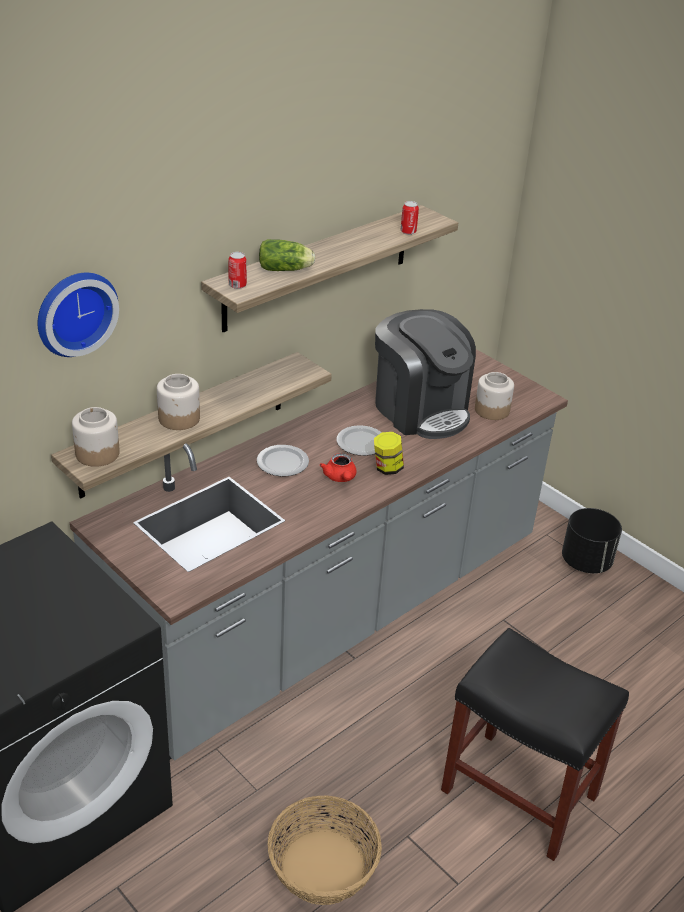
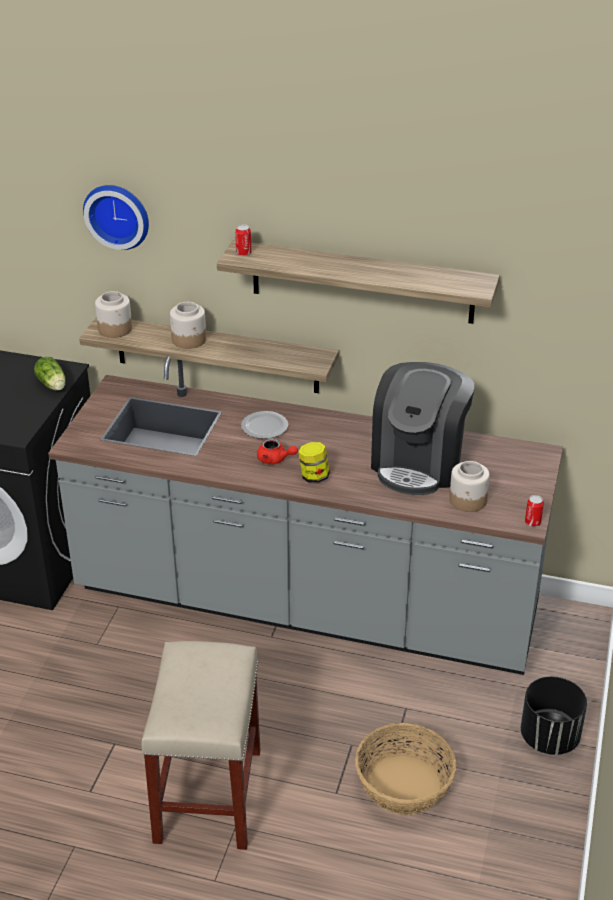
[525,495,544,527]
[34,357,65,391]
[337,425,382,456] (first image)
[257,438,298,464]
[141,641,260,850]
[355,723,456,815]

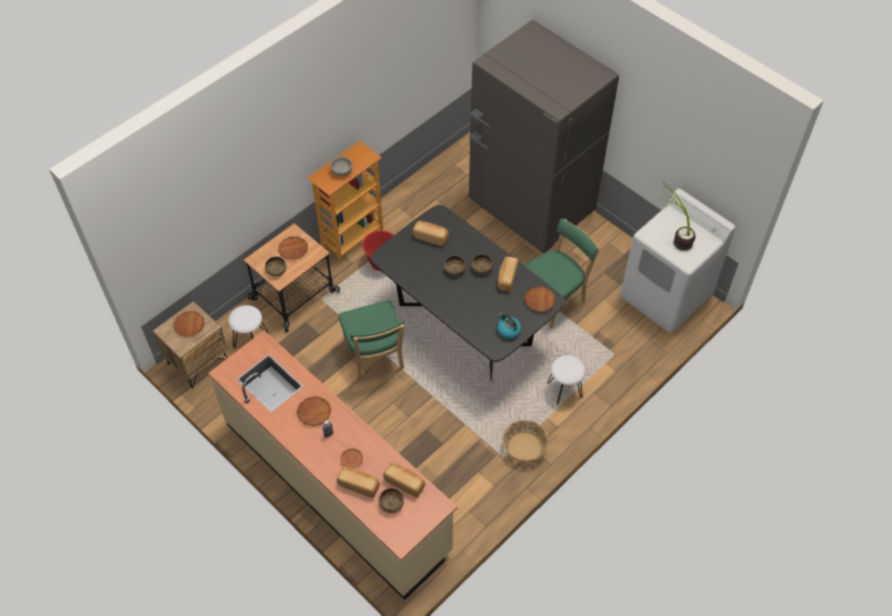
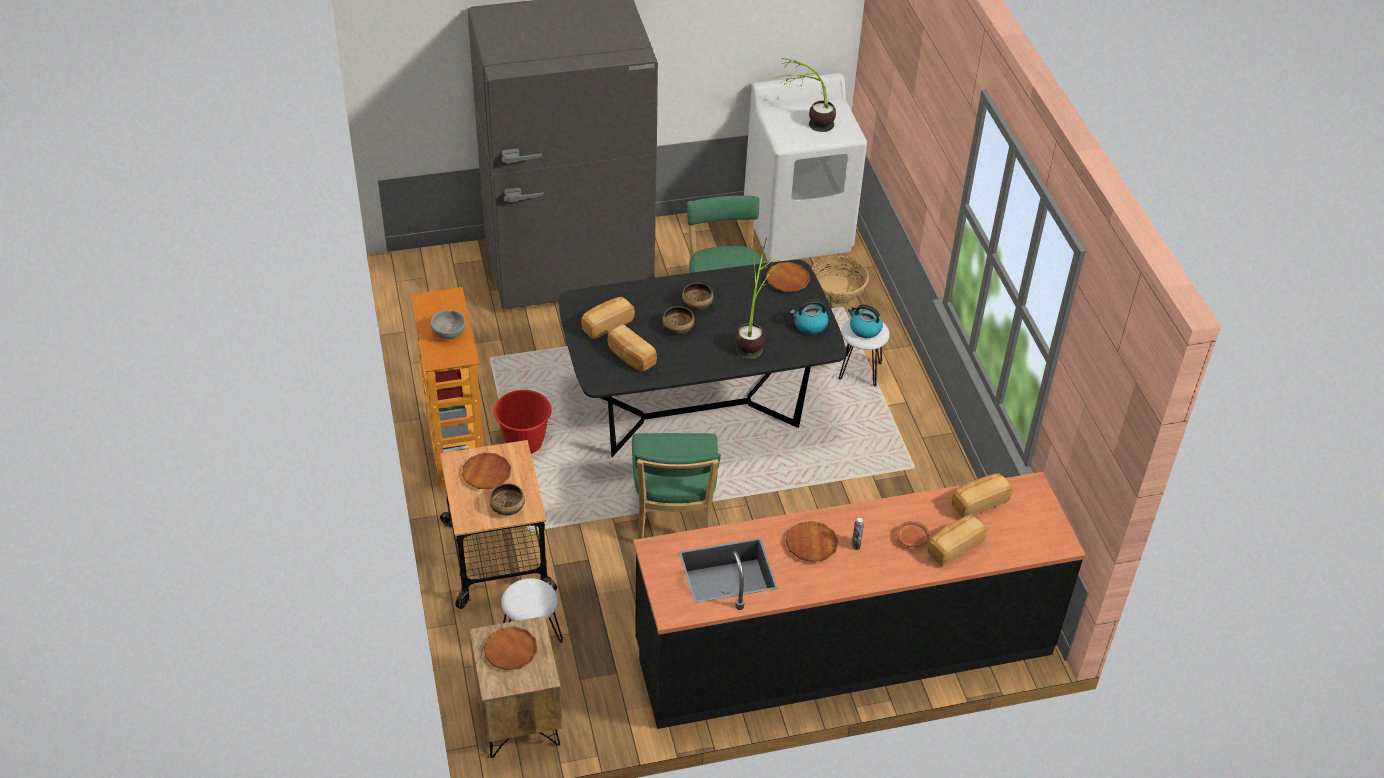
[607,324,657,372]
[632,433,721,539]
[633,472,1086,729]
[811,255,869,305]
[379,488,404,513] (first image)
[735,238,781,359]
[848,305,883,338]

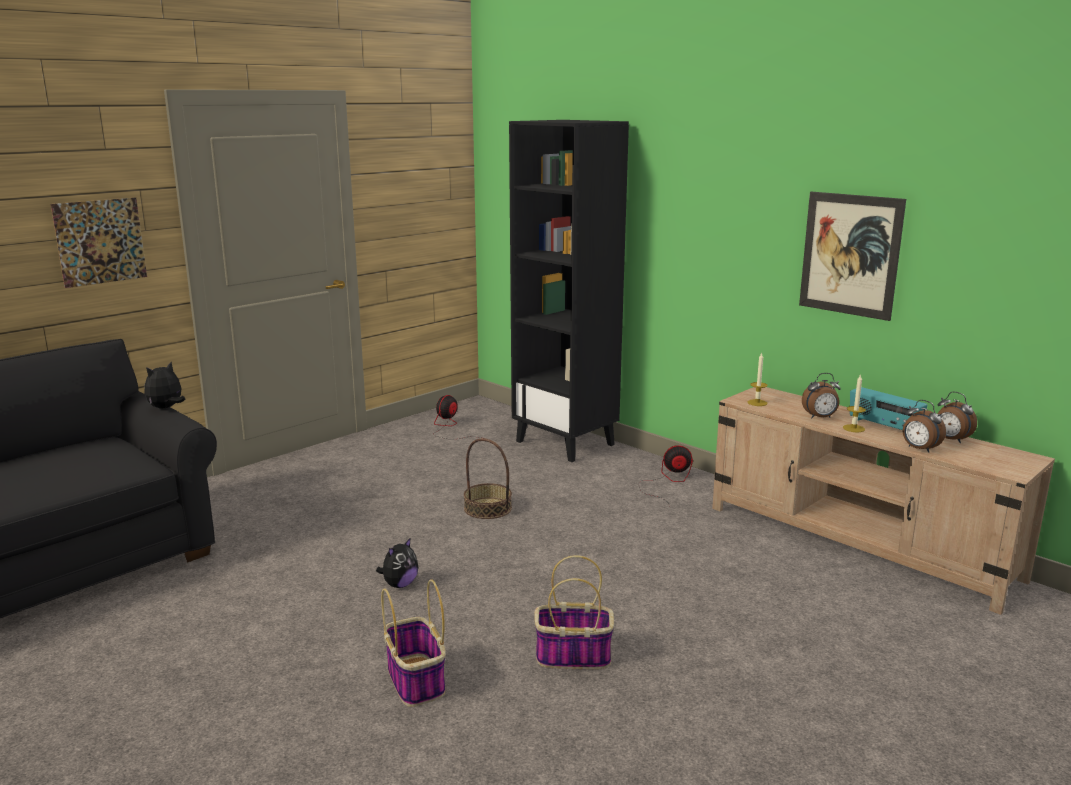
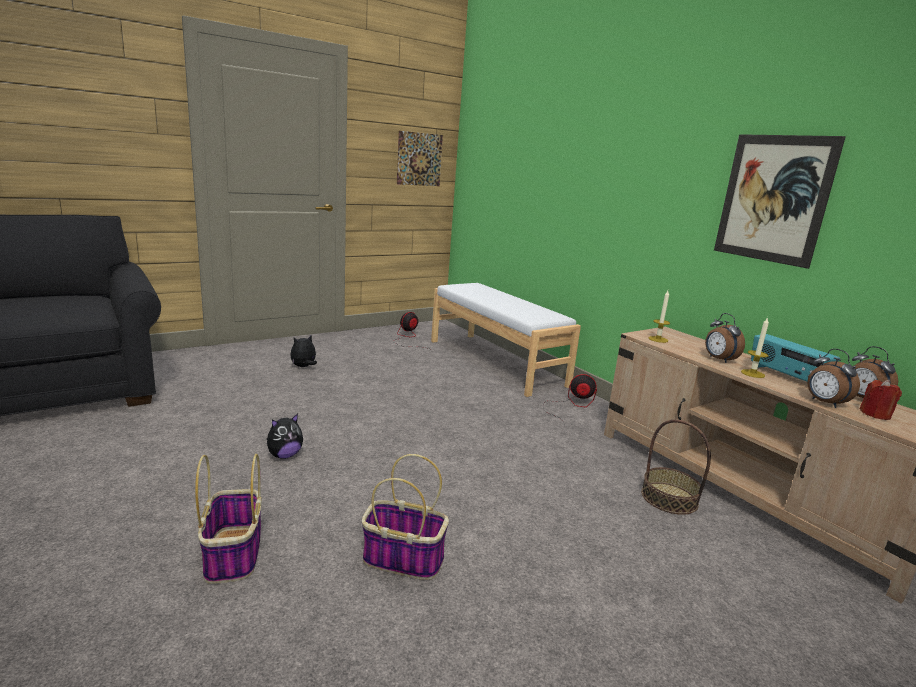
[431,283,581,397]
[397,131,443,186]
[290,335,317,367]
[705,313,745,363]
[641,419,711,515]
[860,380,902,420]

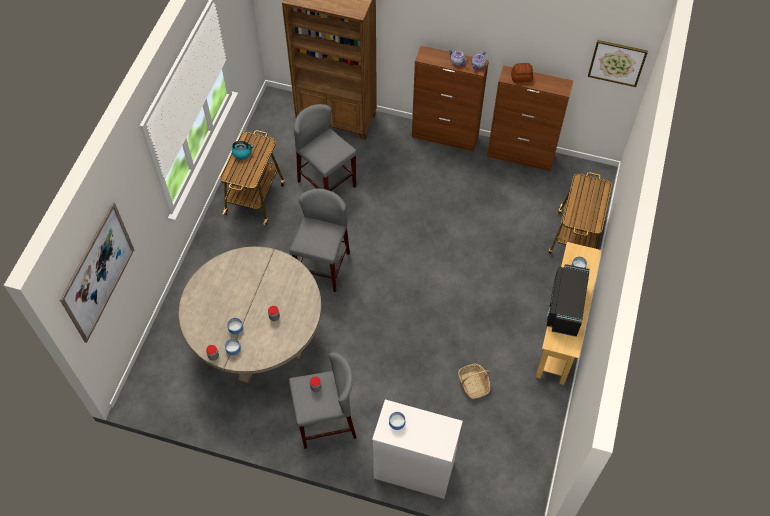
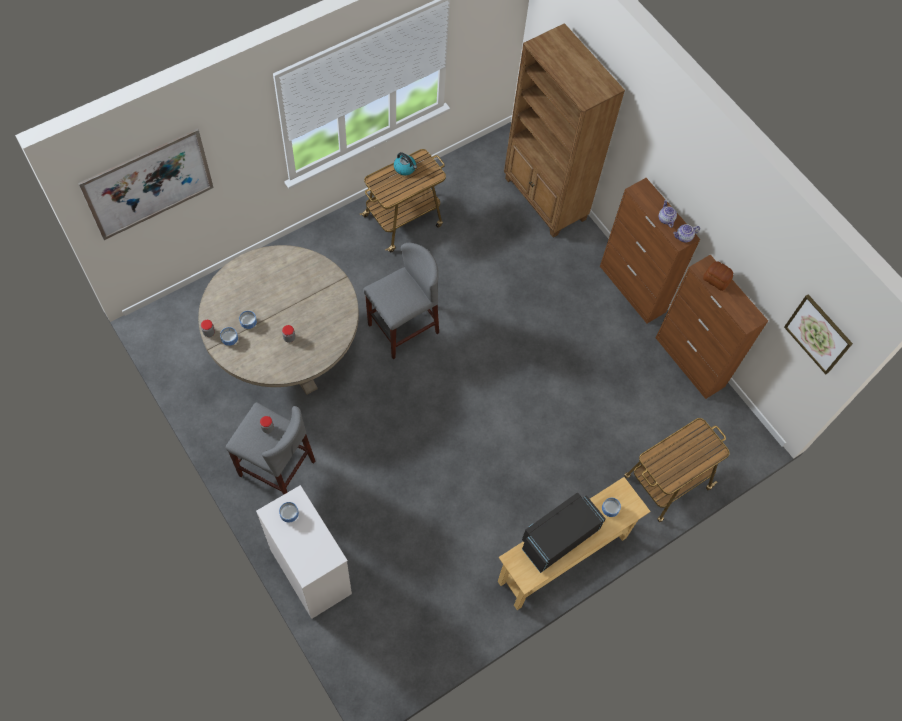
[294,104,357,191] (first image)
[458,364,490,399] (first image)

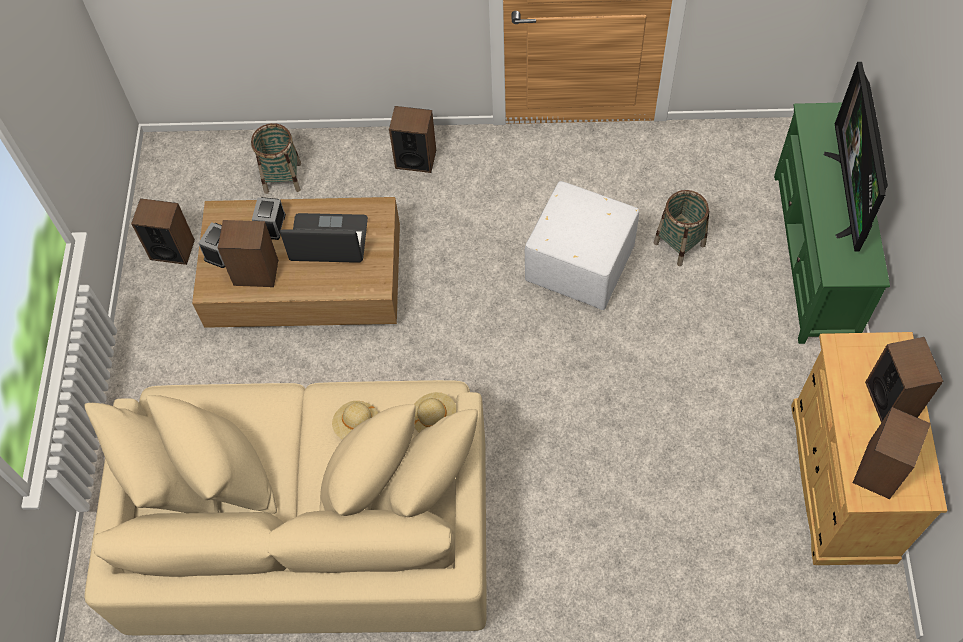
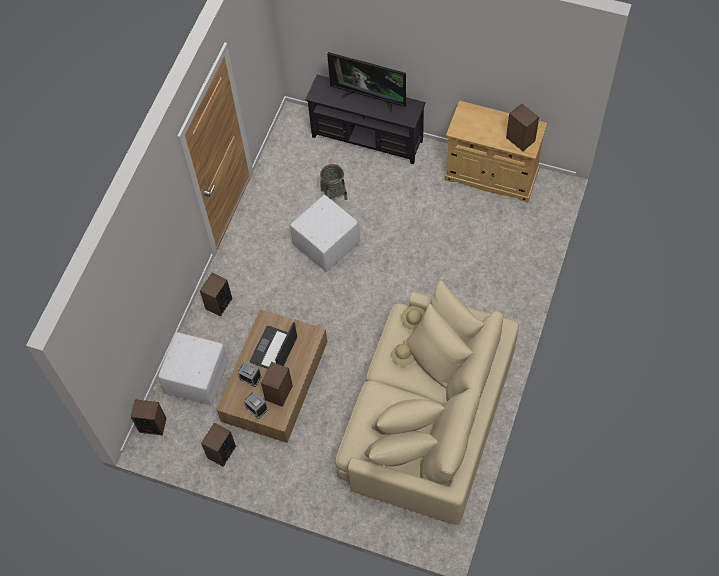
[305,74,426,165]
[158,332,229,405]
[131,399,166,435]

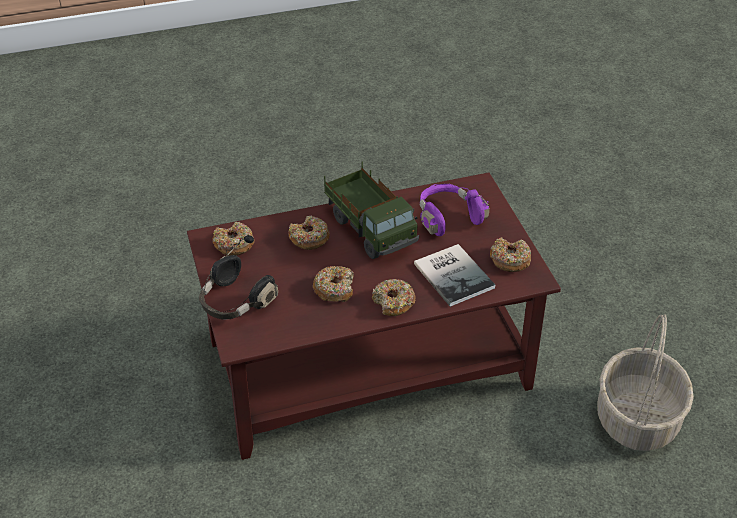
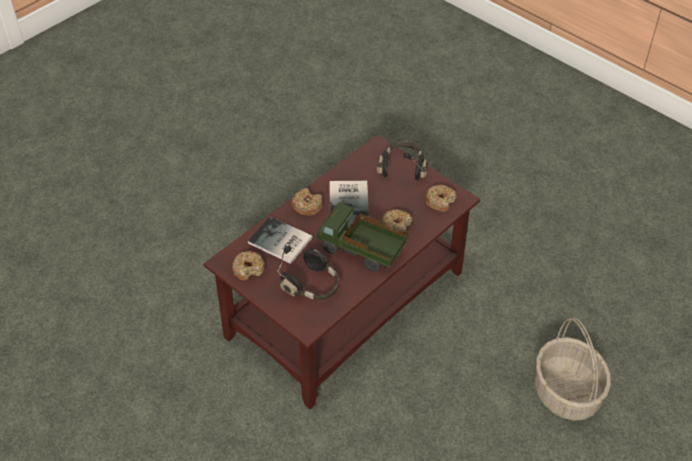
[277,246,340,300]
[329,181,369,218]
[535,318,611,421]

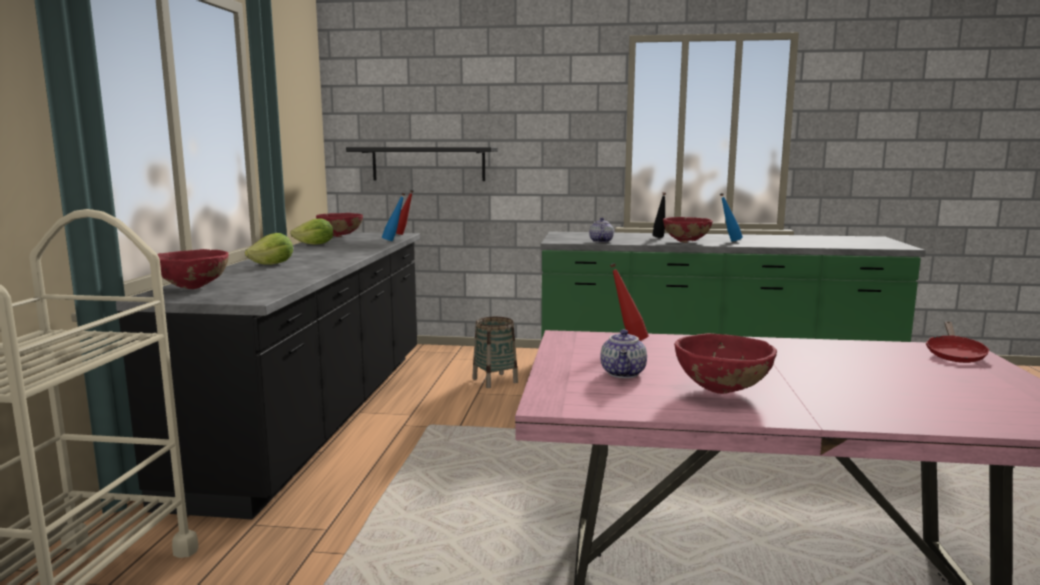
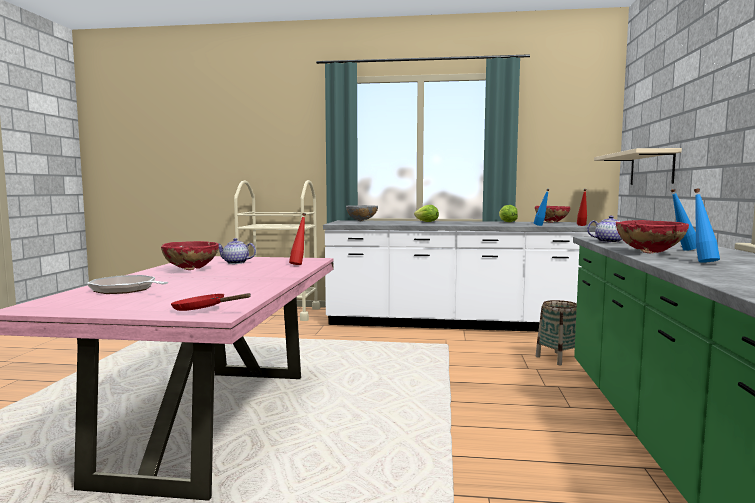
[594,148,682,185]
[670,189,696,251]
[323,220,596,332]
[346,205,378,221]
[87,275,169,294]

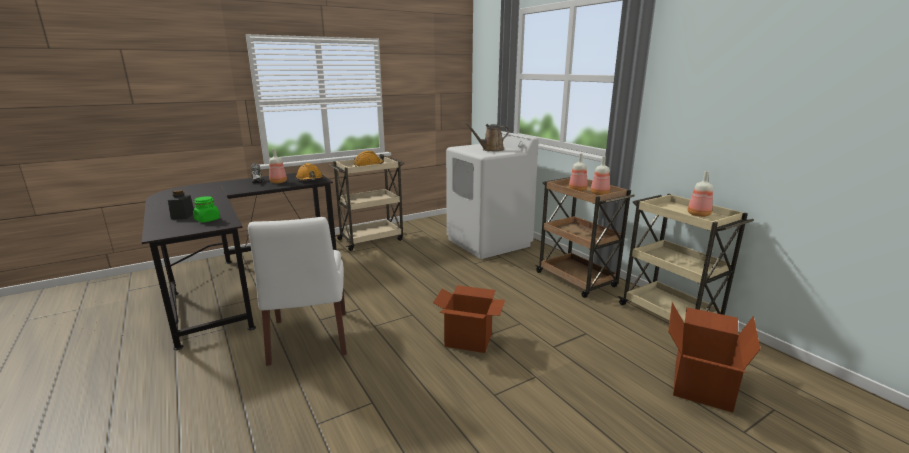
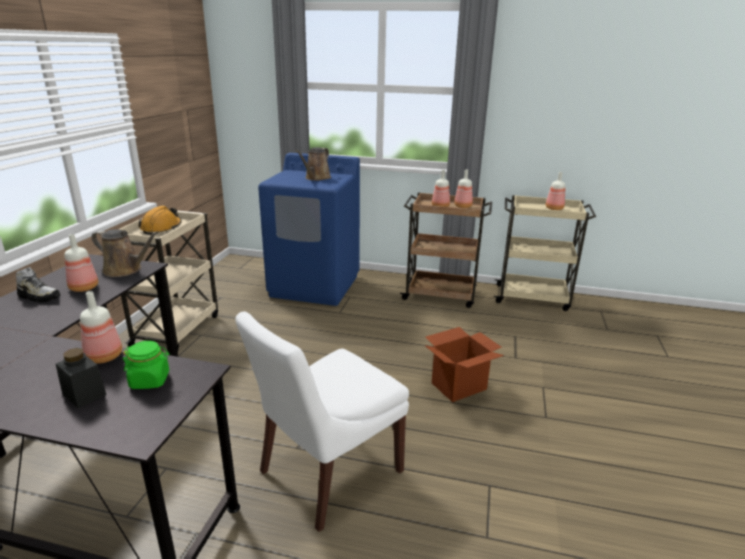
[258,153,360,306]
[91,229,159,277]
[235,311,409,532]
[668,302,761,413] (first image)
[80,291,122,364]

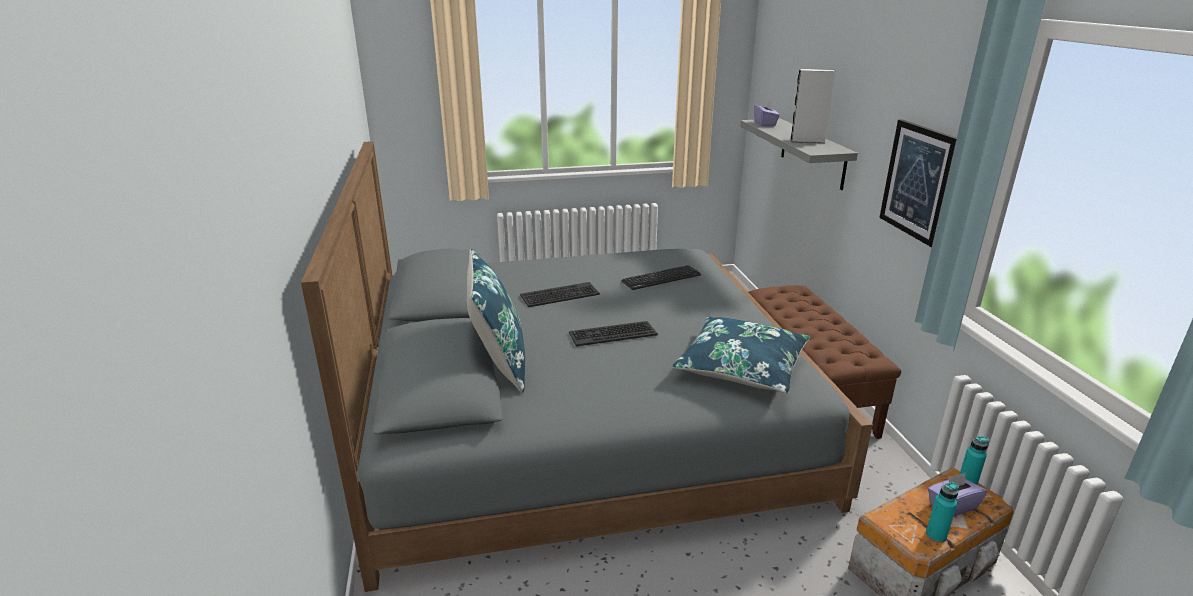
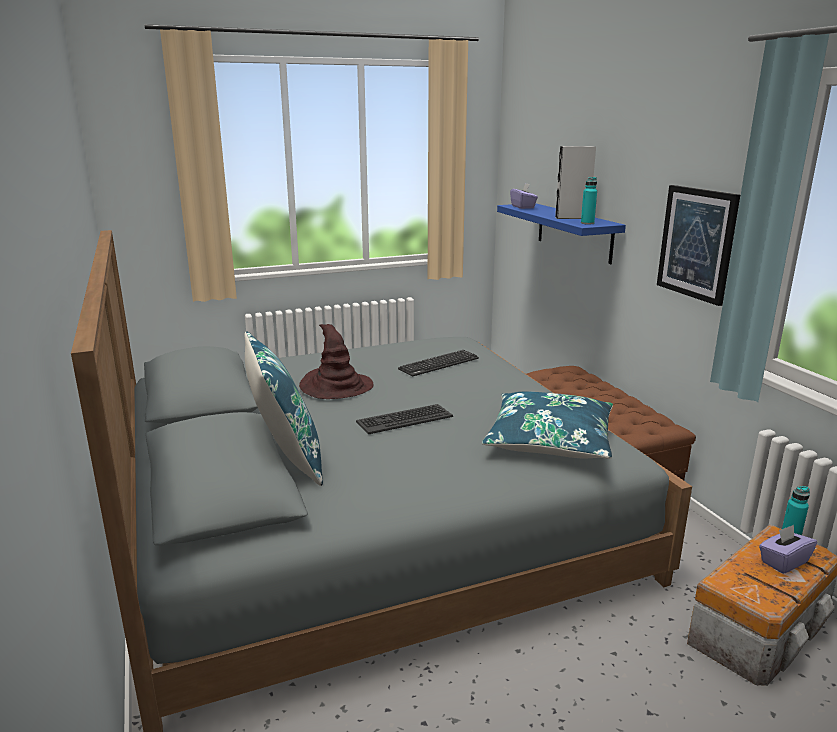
[497,204,626,264]
[299,324,373,399]
[581,177,597,225]

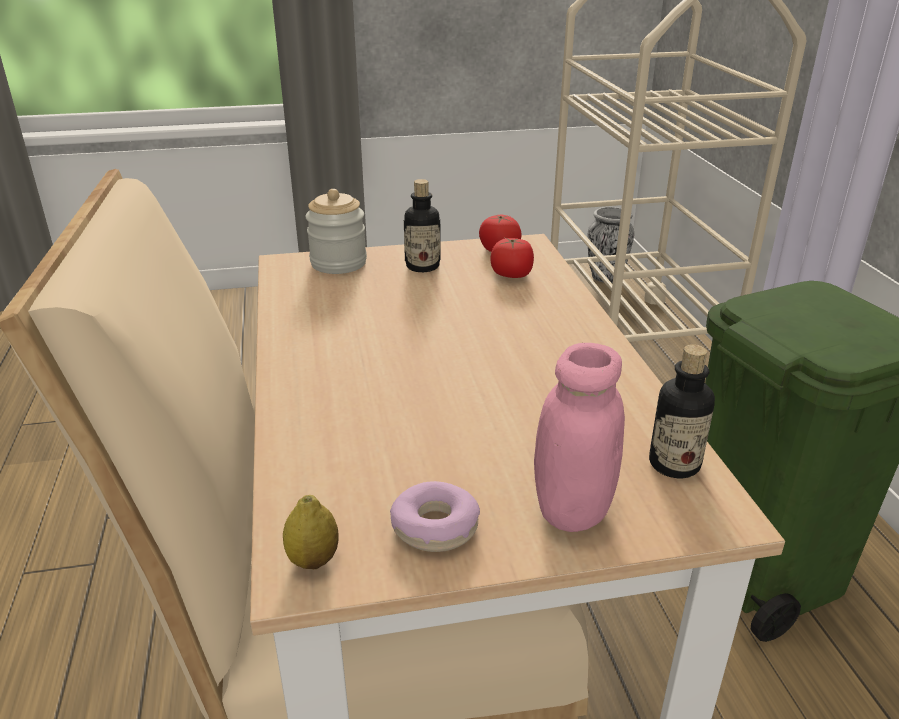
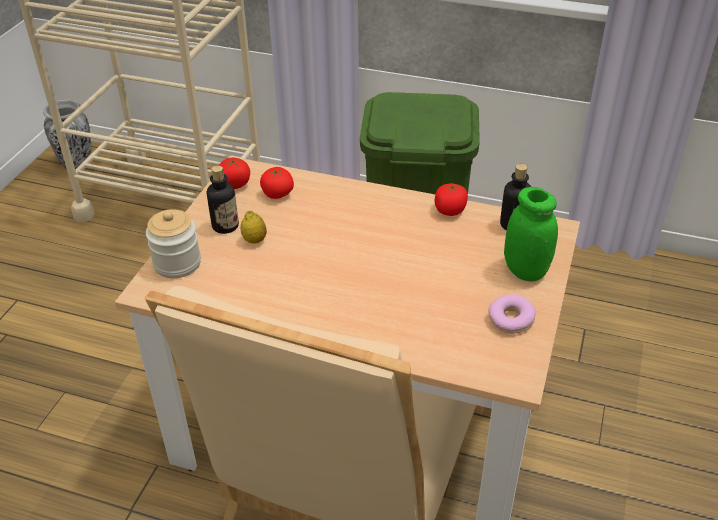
[504,187,558,281]
[241,211,267,243]
[435,182,468,216]

